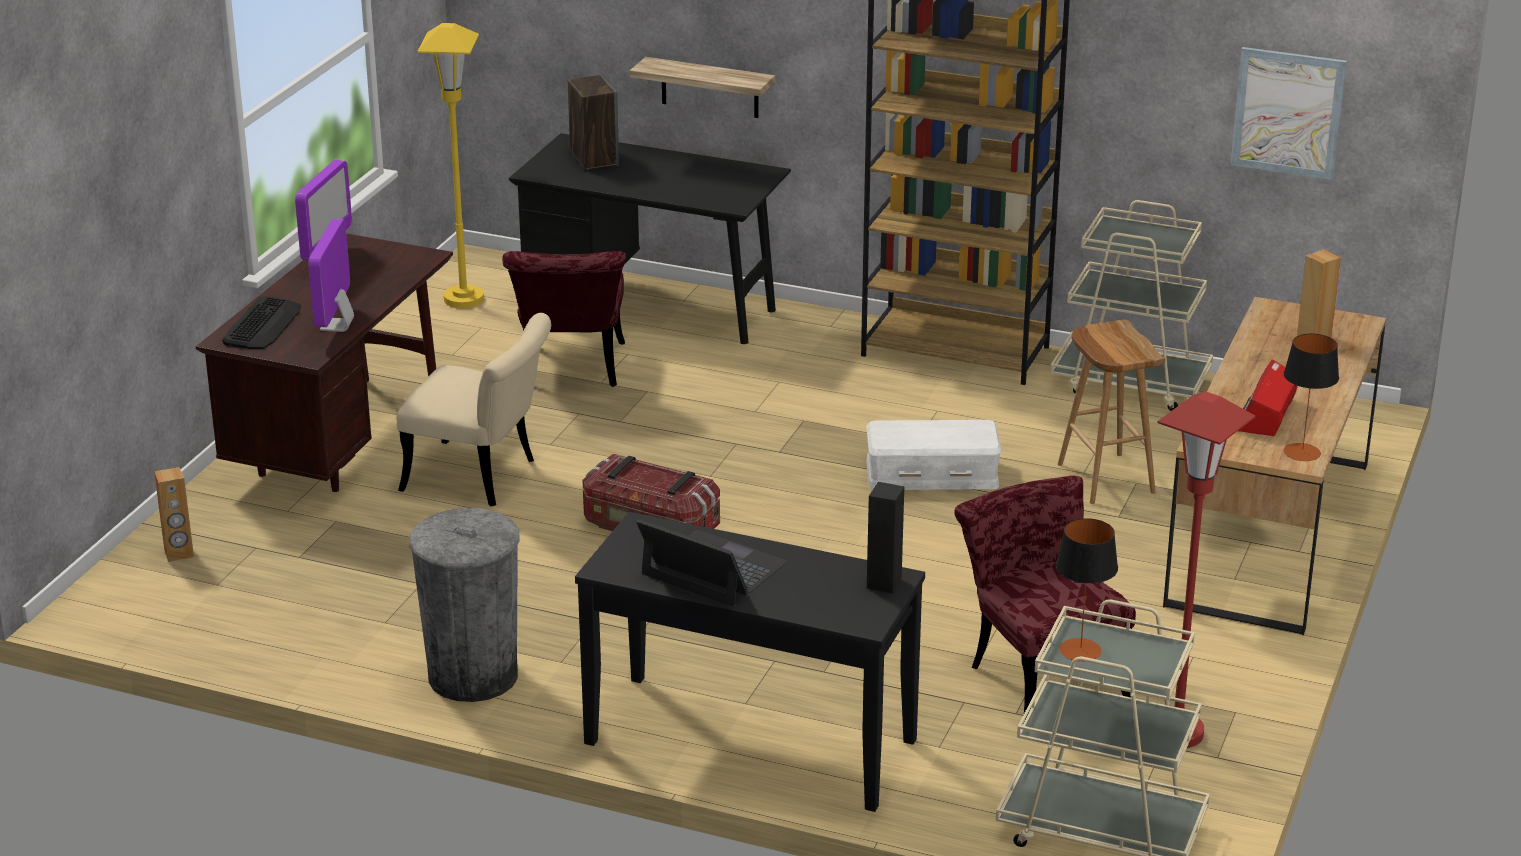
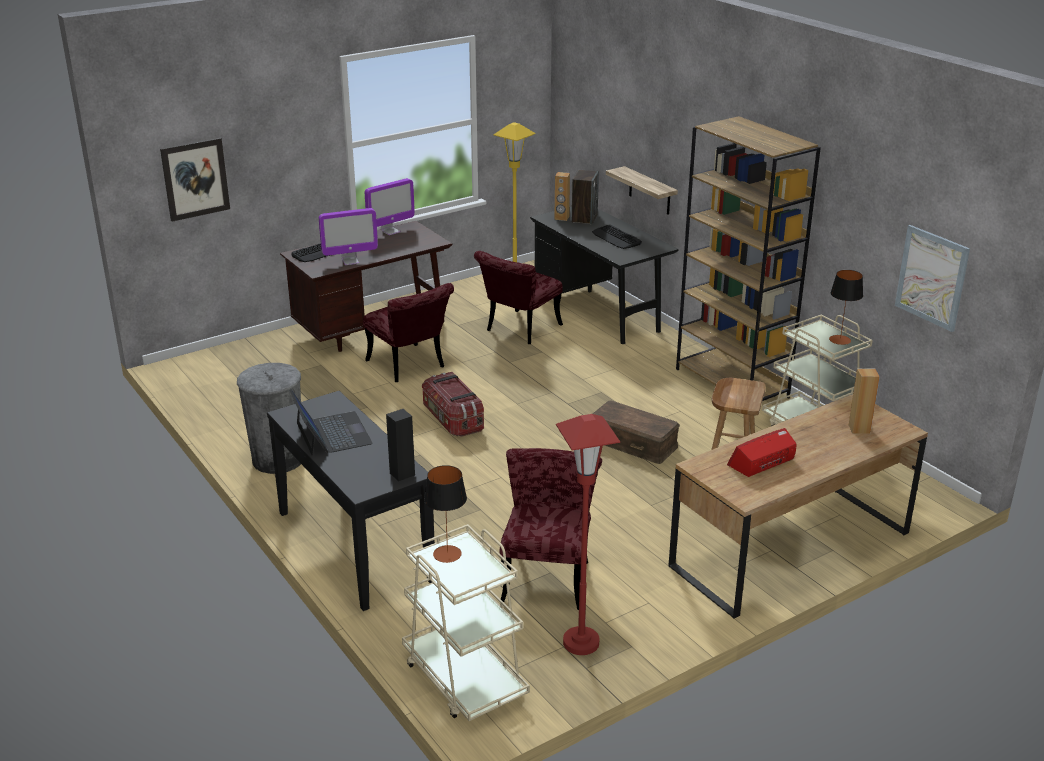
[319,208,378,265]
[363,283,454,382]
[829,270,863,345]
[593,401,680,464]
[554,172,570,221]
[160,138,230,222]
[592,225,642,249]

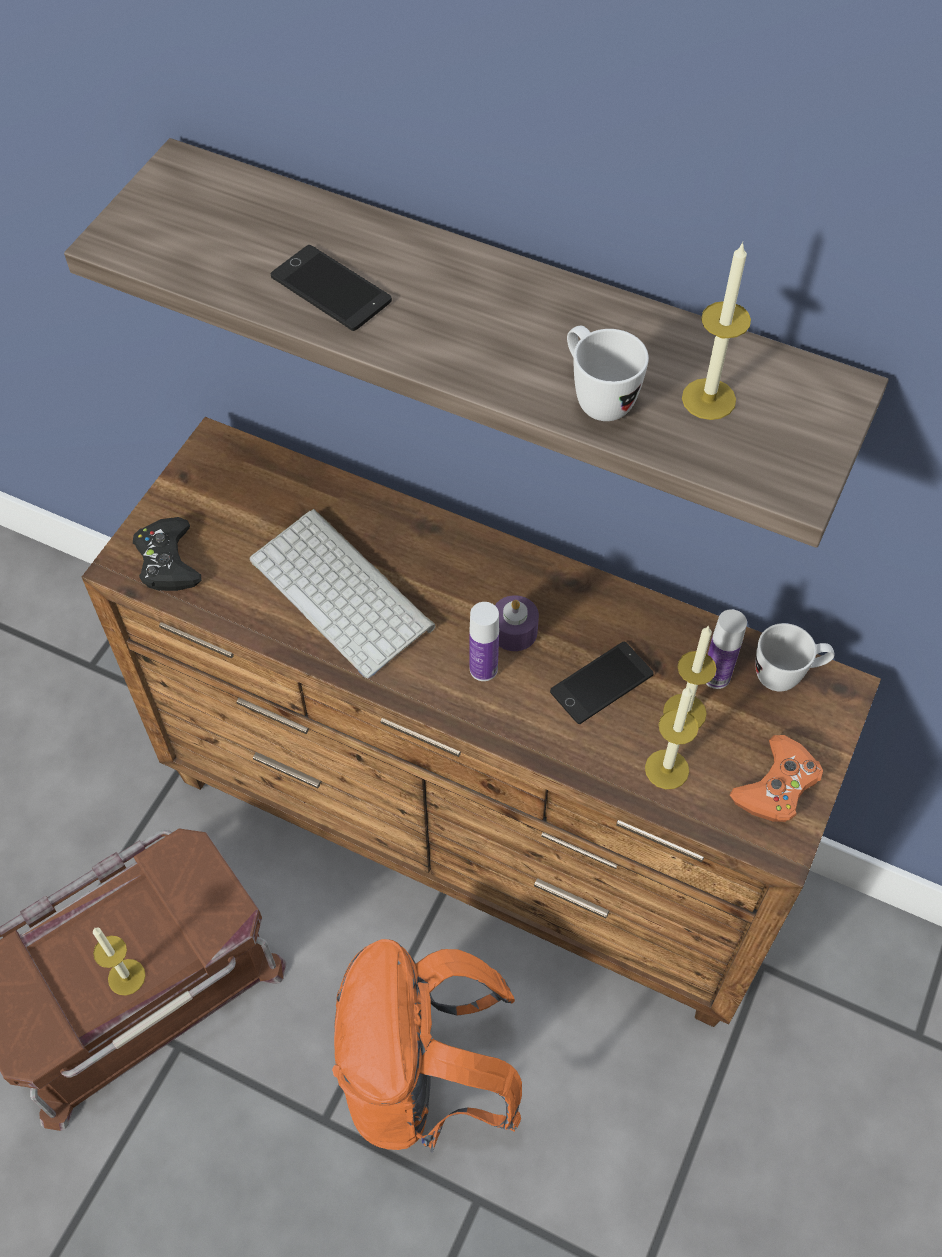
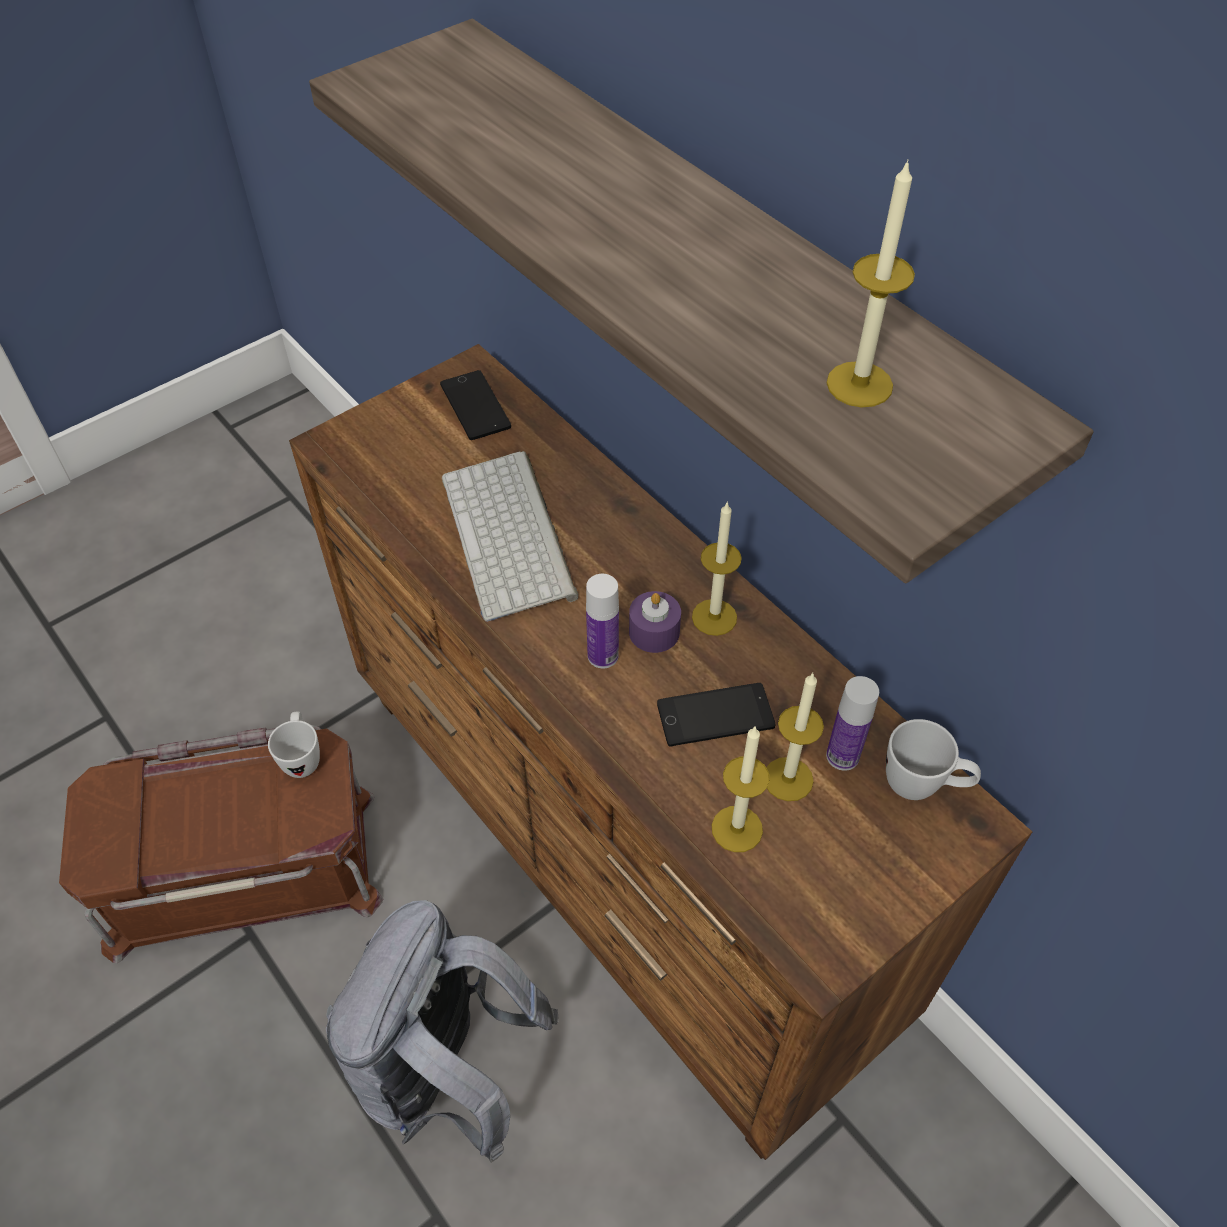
[440,370,511,440]
[268,712,320,778]
[133,517,202,591] (first image)
[730,735,823,822] (first image)
[692,503,742,636]
[326,900,559,1163]

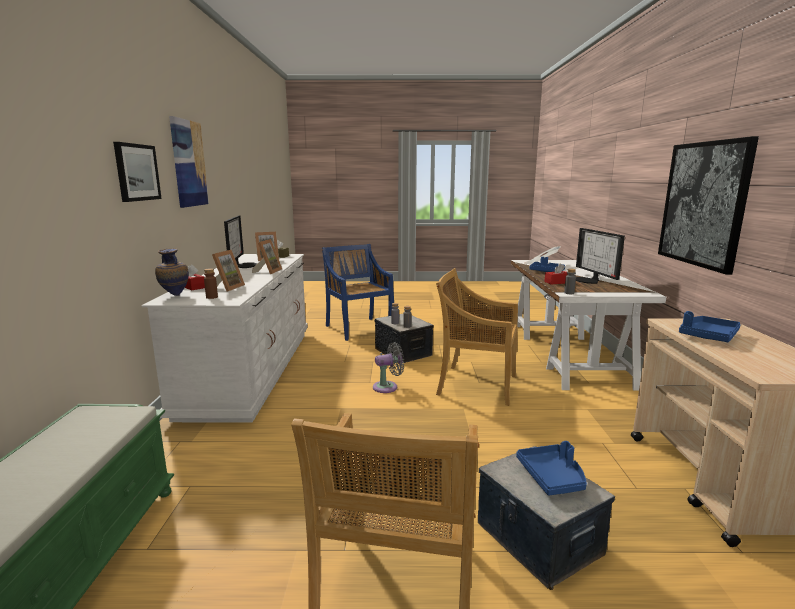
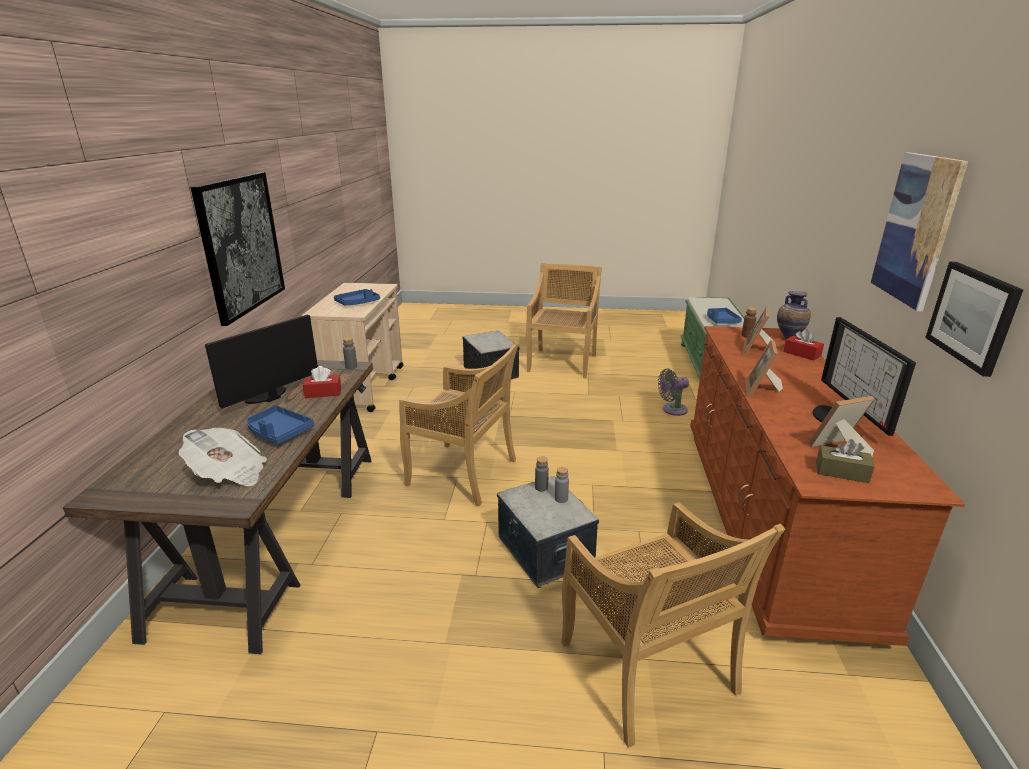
[925,262,1023,377]
[205,315,318,408]
[561,502,785,748]
[690,326,965,646]
[63,360,373,654]
[658,369,689,416]
[707,308,742,324]

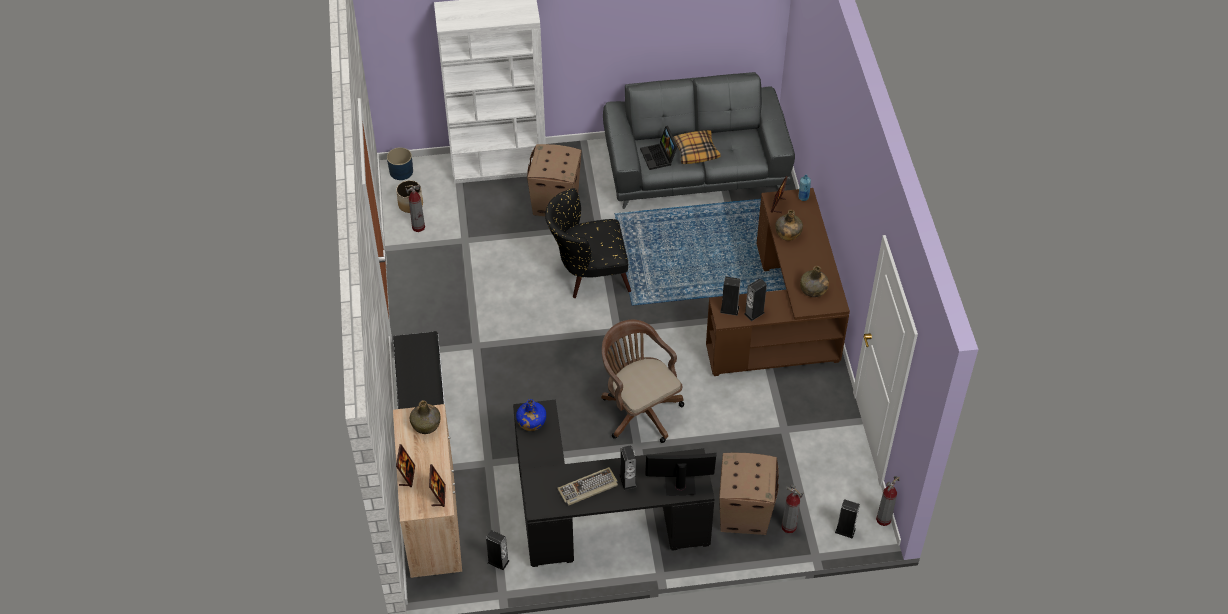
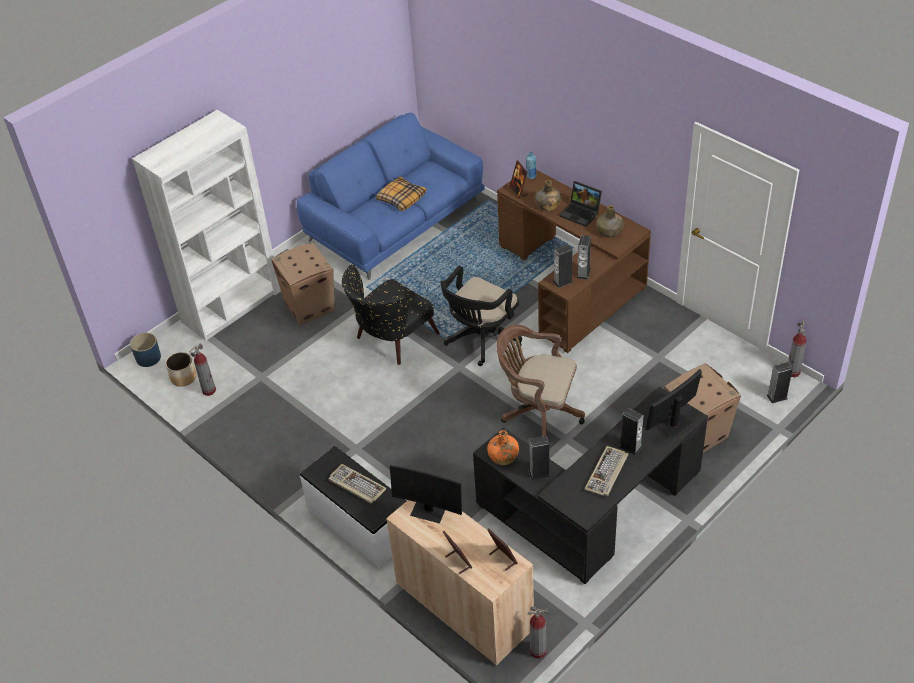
[297,113,485,280]
[559,181,602,227]
[487,430,519,465]
[390,465,462,524]
[527,607,548,659]
[528,435,550,480]
[440,266,522,366]
[328,464,386,503]

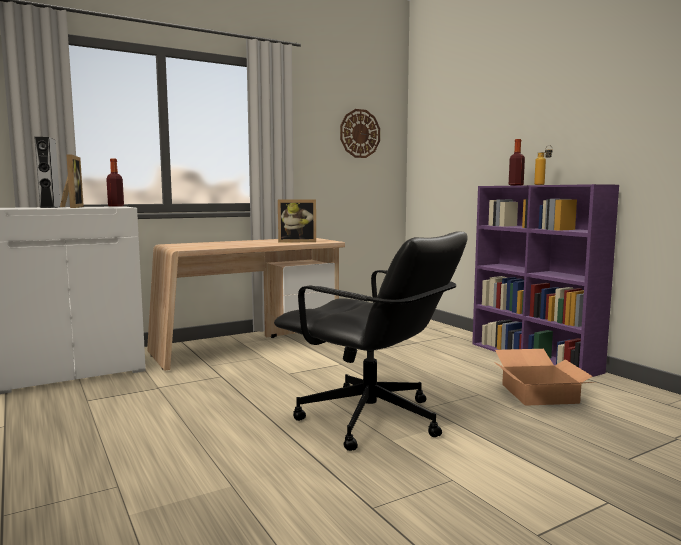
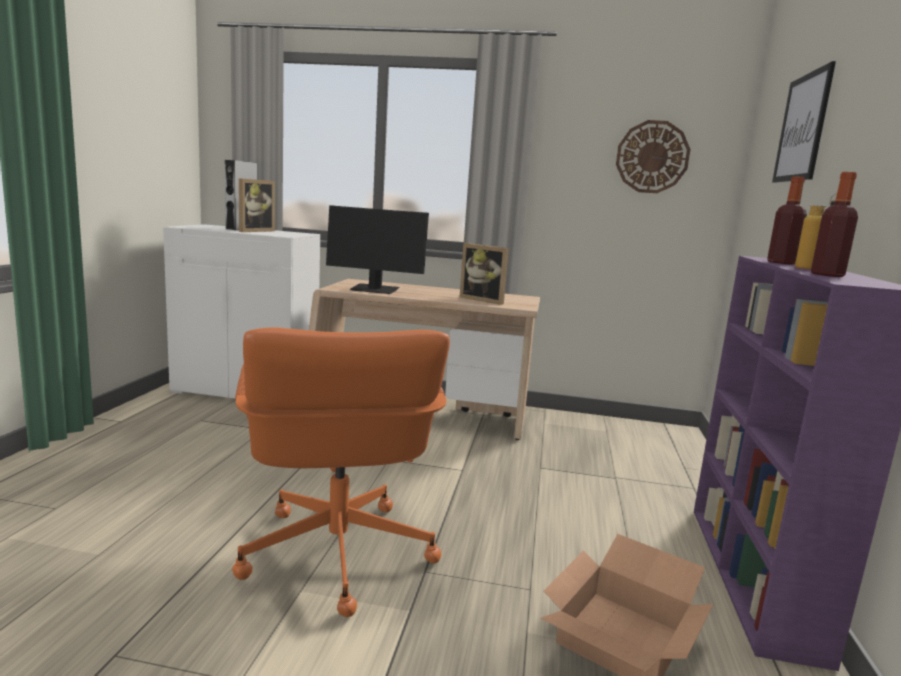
[811,172,858,277]
[232,327,450,617]
[772,61,836,183]
[326,205,429,294]

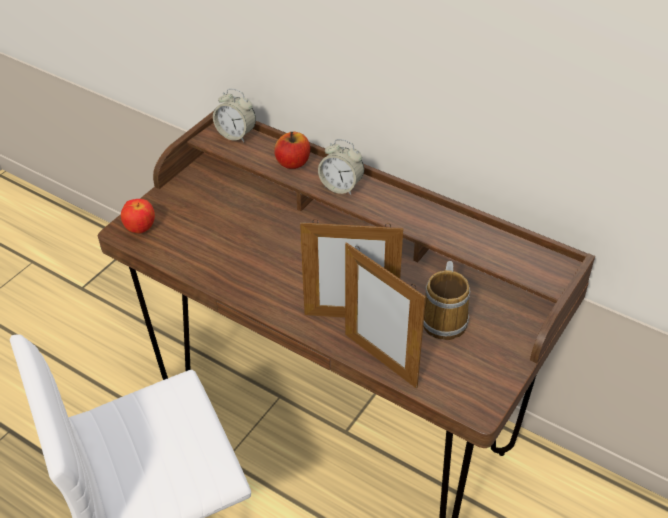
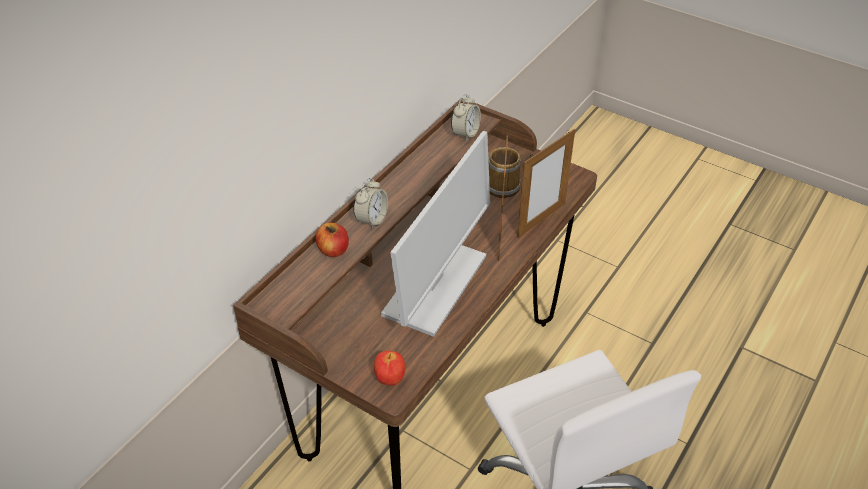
[451,94,481,142]
[381,131,490,337]

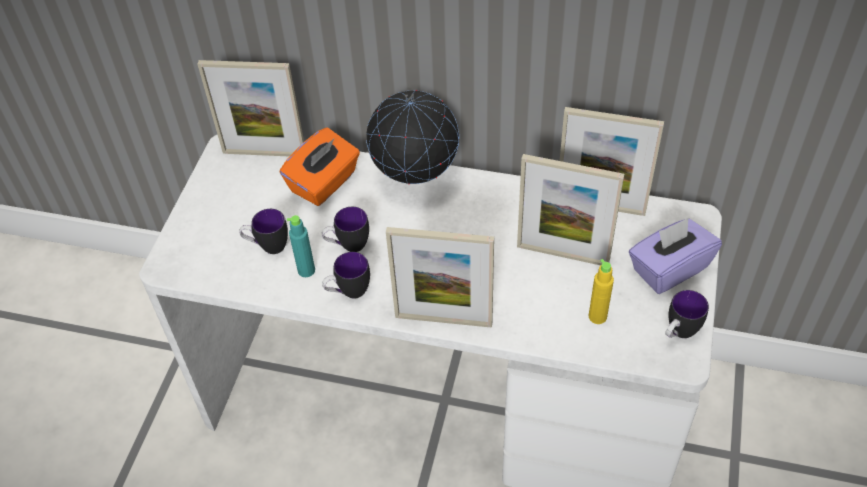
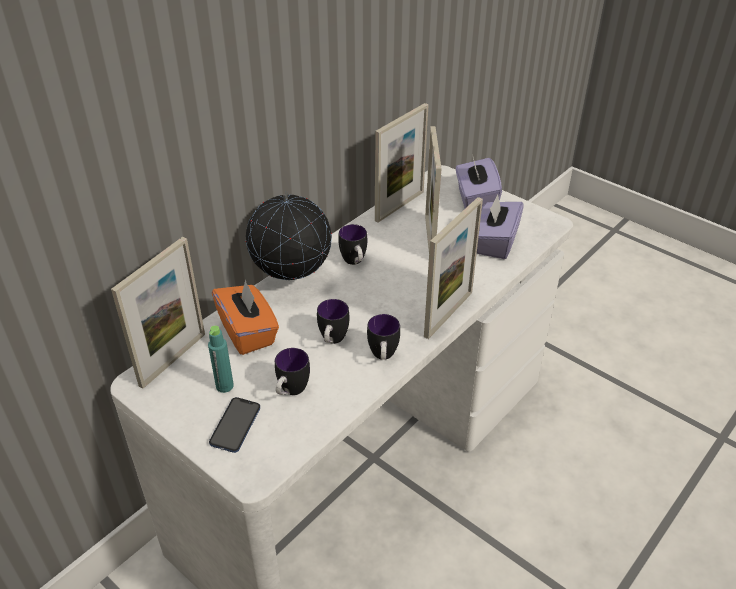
[425,126,442,249]
[208,325,234,393]
[477,194,524,259]
[338,224,367,265]
[209,397,260,453]

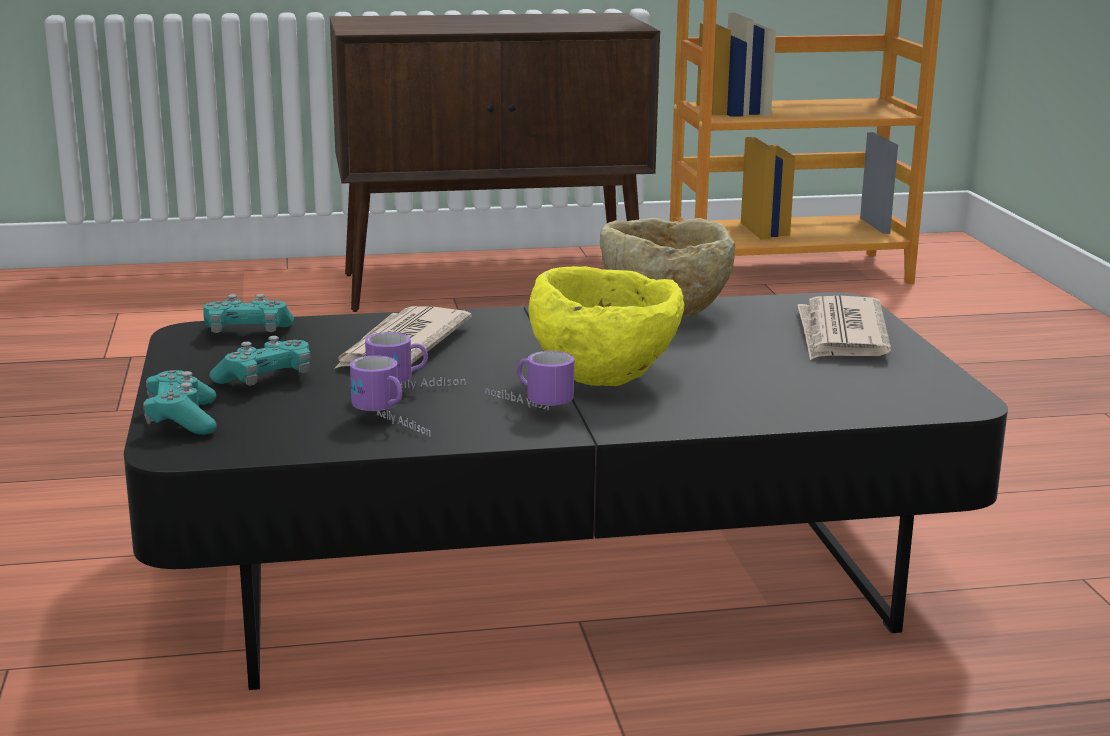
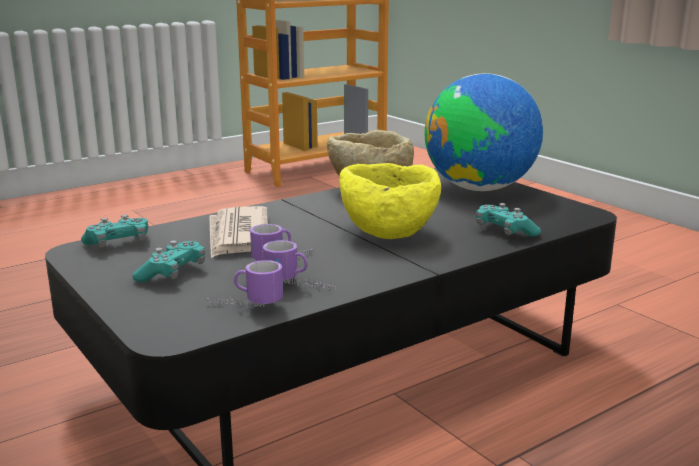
[330,13,660,312] (first image)
[424,73,543,191]
[206,260,283,307]
[476,203,541,237]

